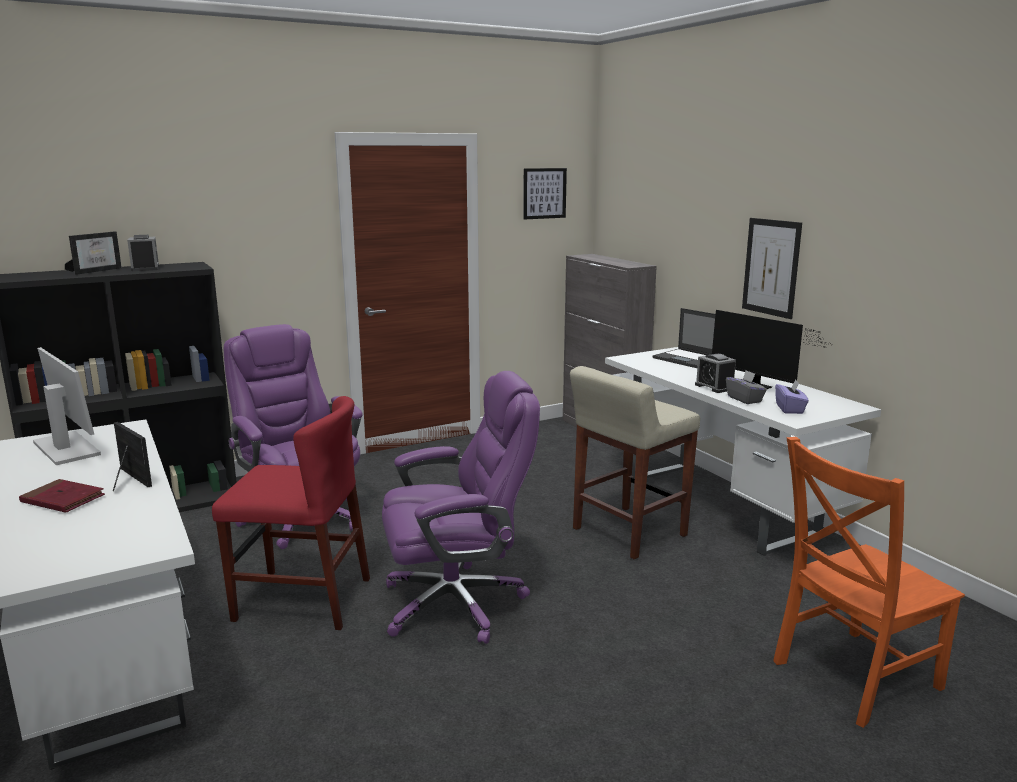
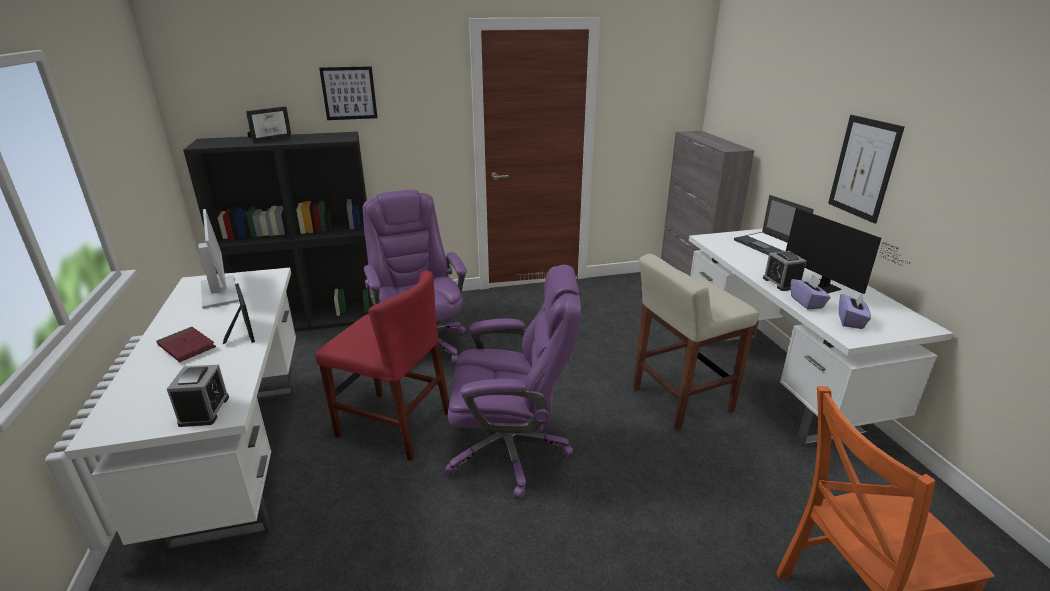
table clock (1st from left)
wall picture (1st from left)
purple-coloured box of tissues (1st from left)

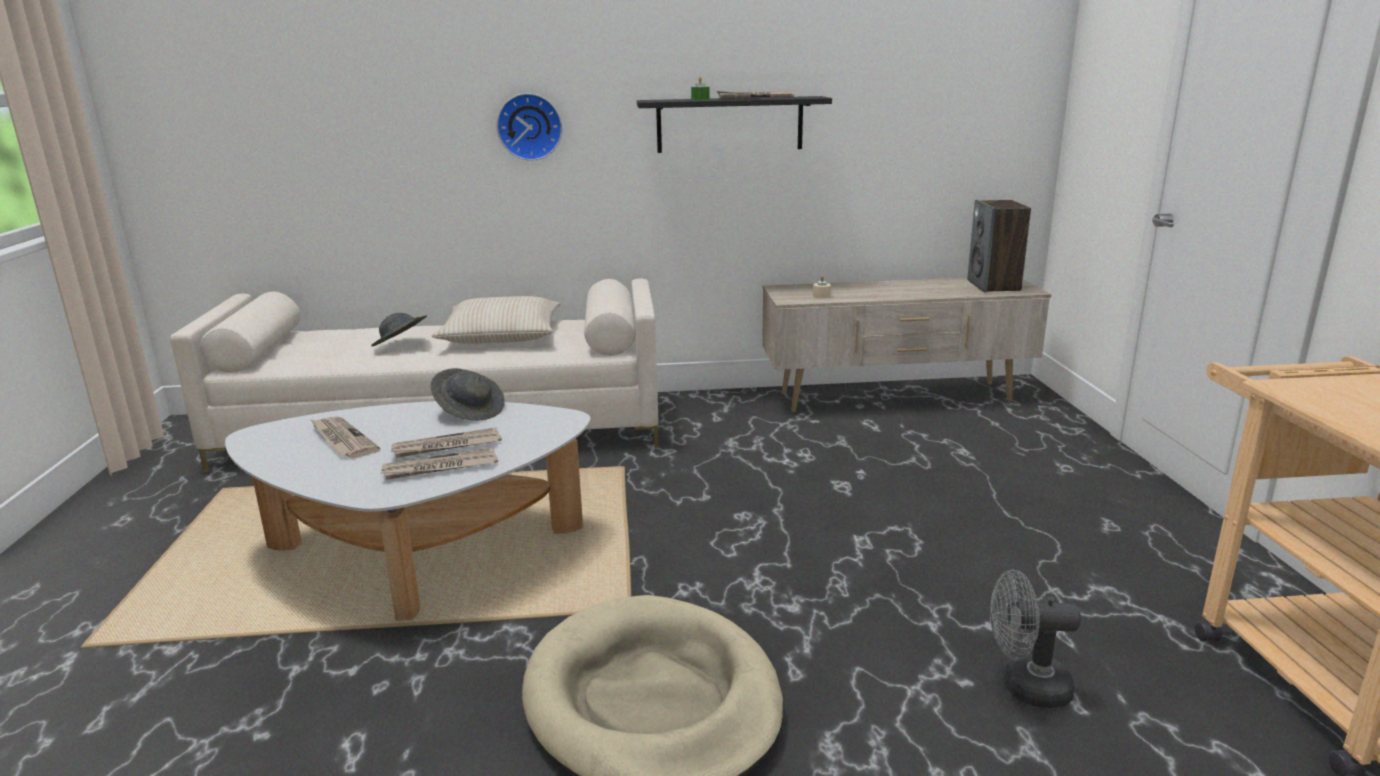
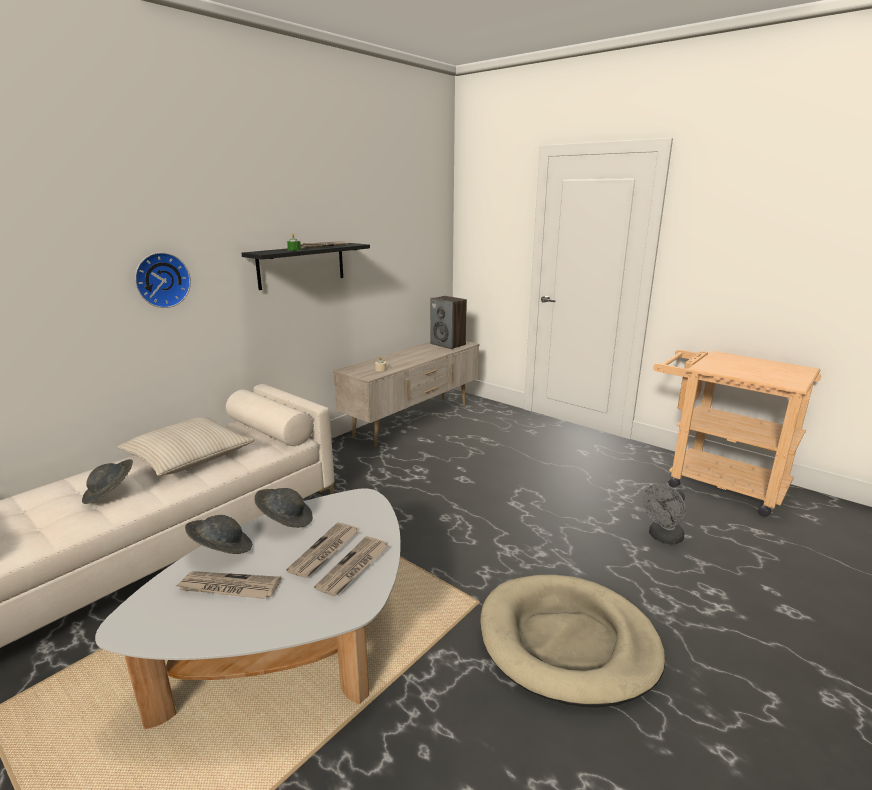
grey hat (2nd from left)

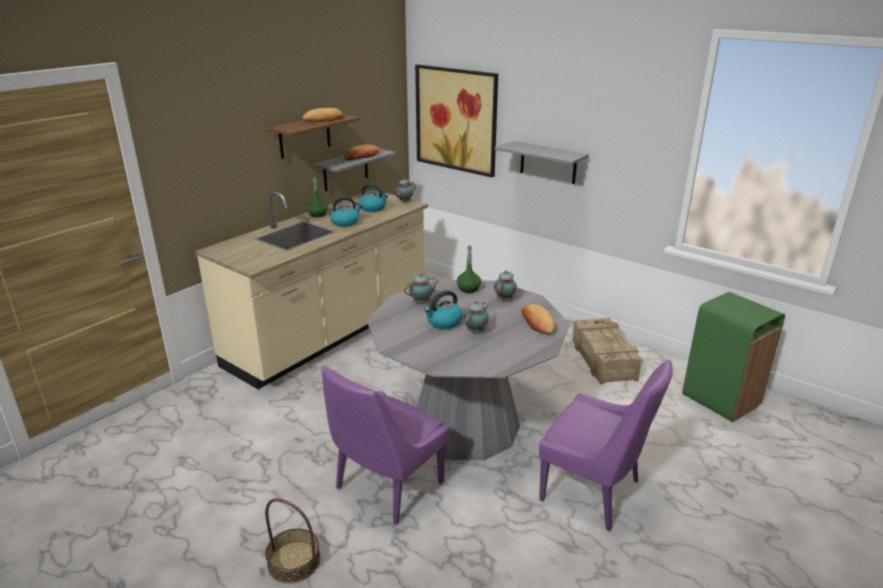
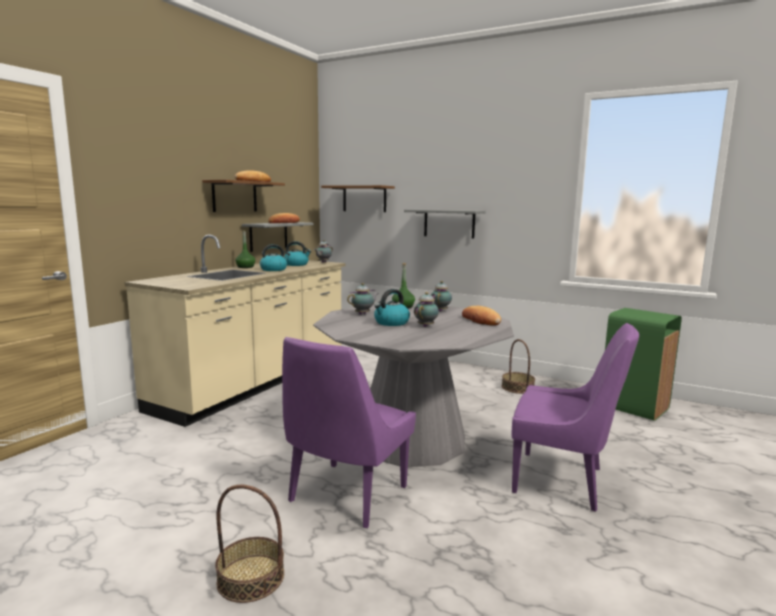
brown-coloured wall shelf (2nd from left)
household basket (2nd from left)

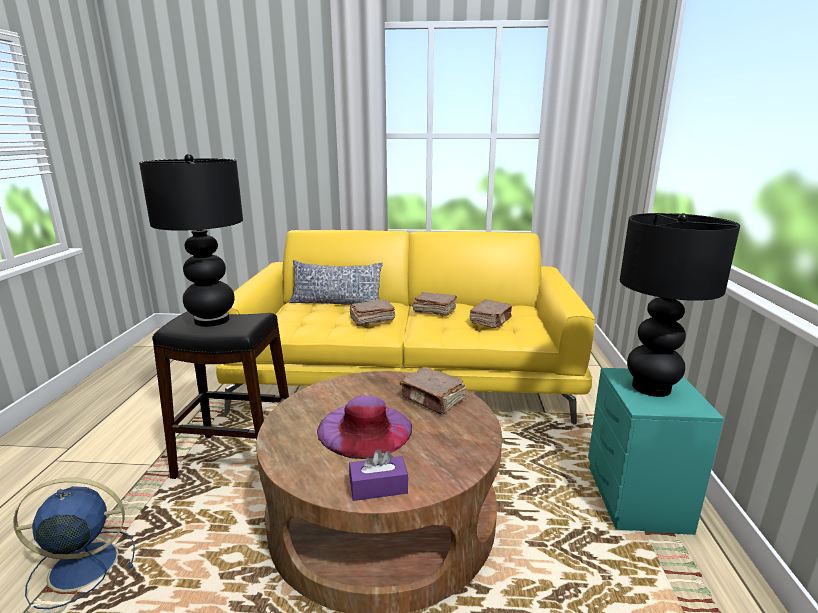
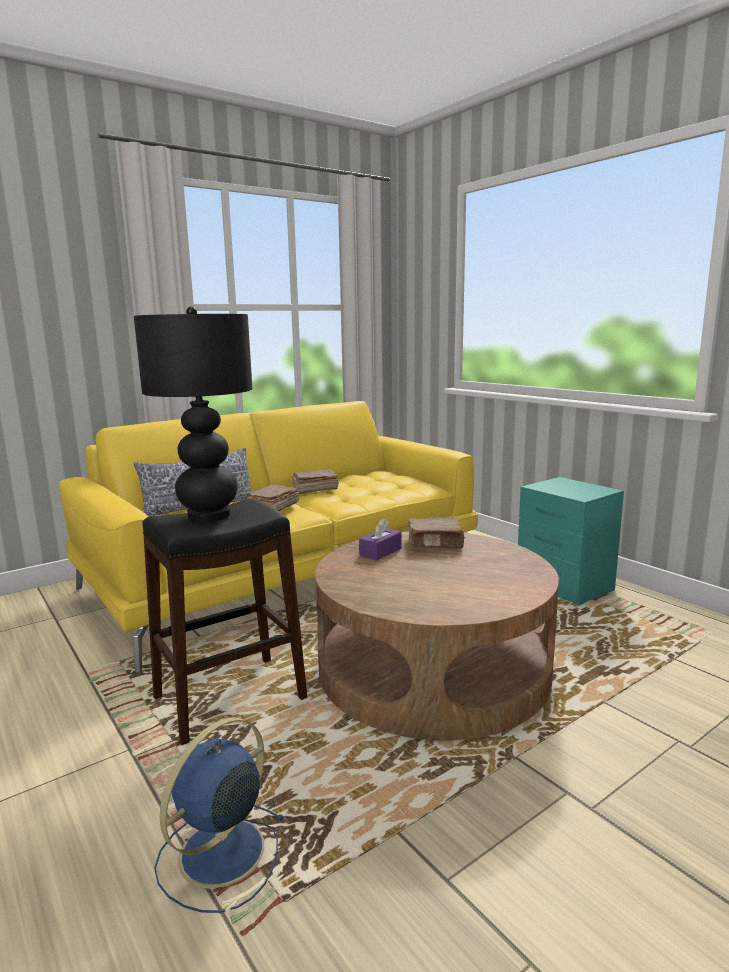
purple-coloured box of tissues
purple-coloured hat
brown-coloured volume (4th from left in the first image)
blackish tabletop lamp (2nd from left in the first image)

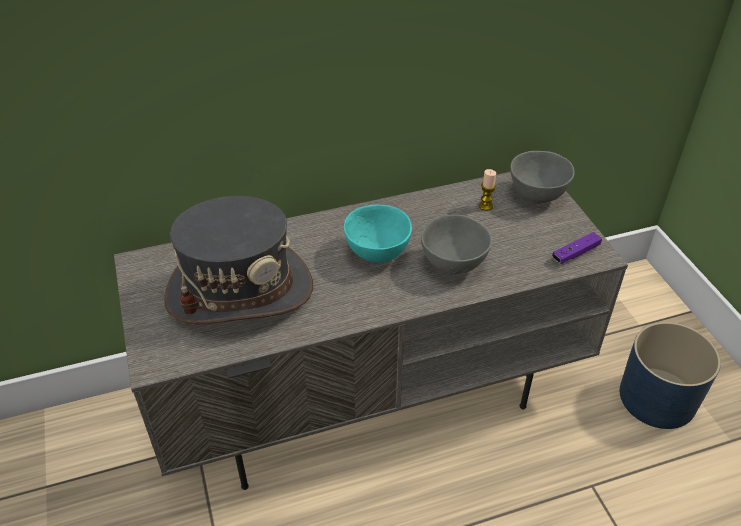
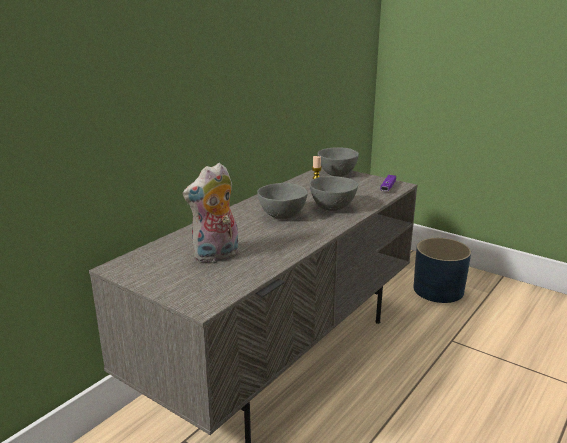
plush toy
grey deep dish (1st from left)

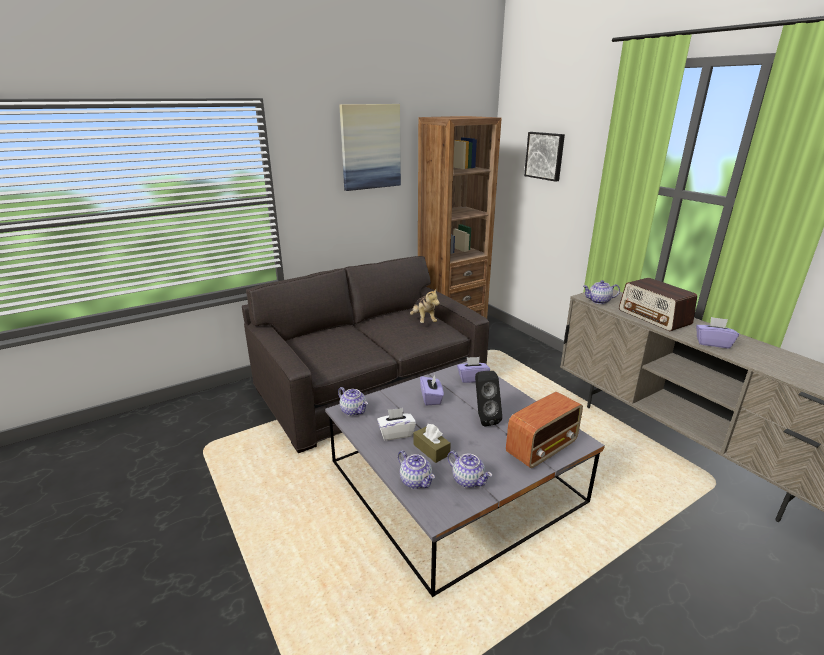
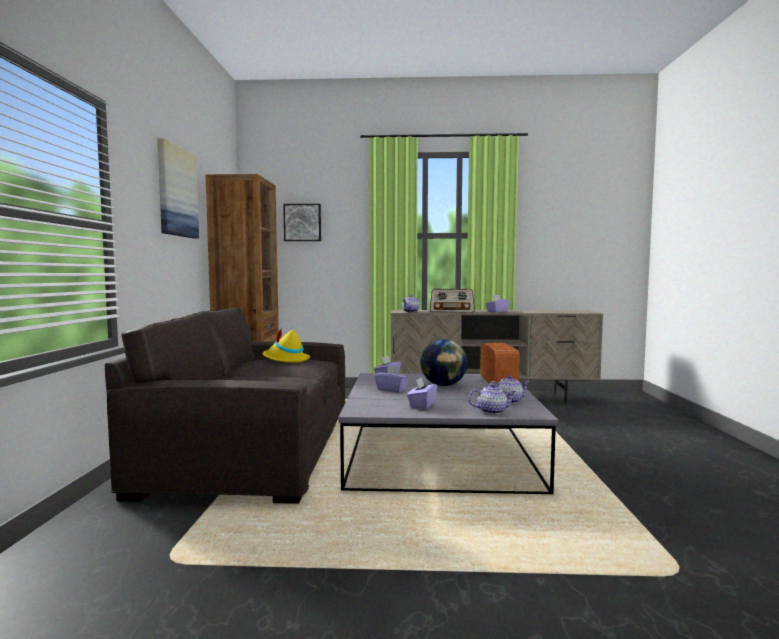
yellow-coloured hat
purple-coloured box of tissues (3rd from left)
globe
pot for tea (1st from left in the first image)
brown-coloured box of tissues

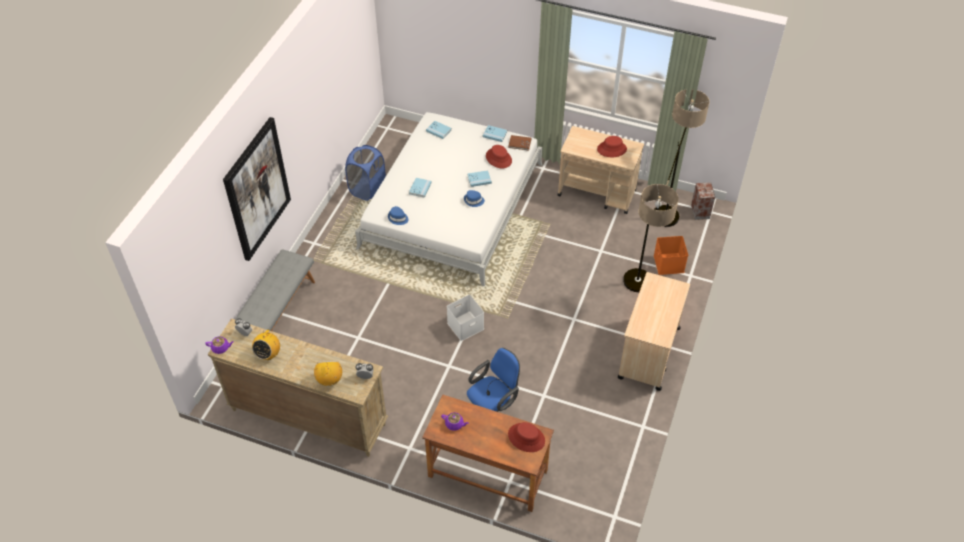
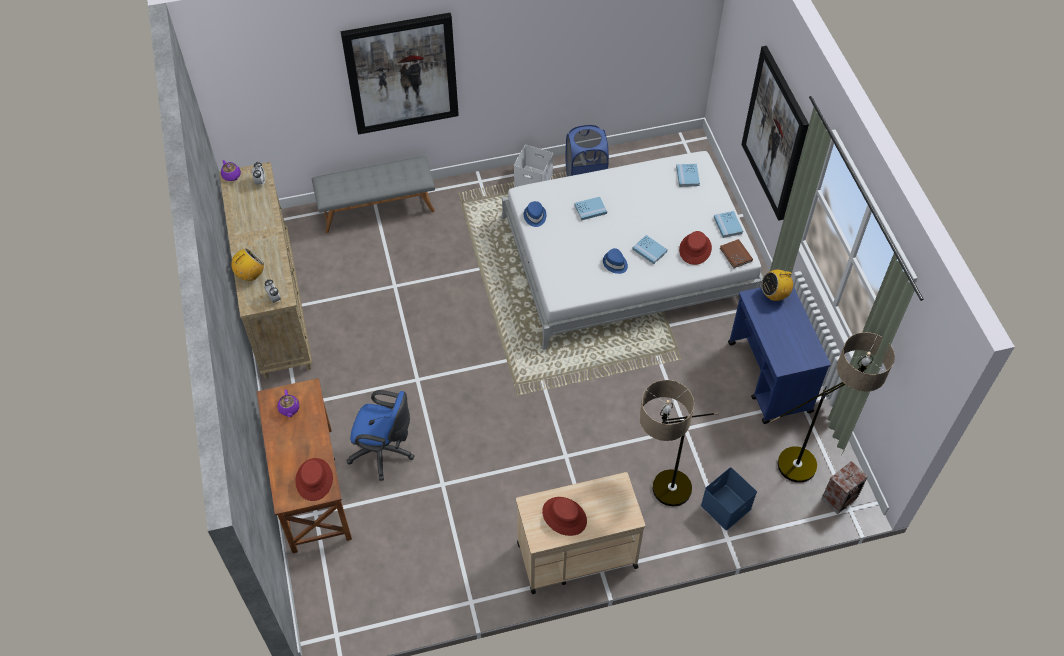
white storage container
reddish hat (2nd from left)
bluish storage container
bluish wheeled cart
wall picture (2nd from left)
radio (2nd from left)

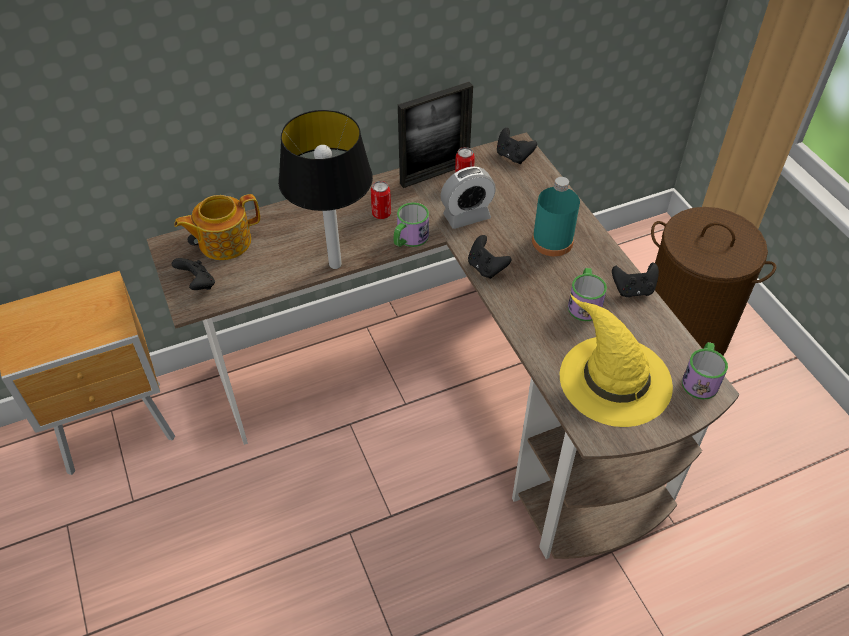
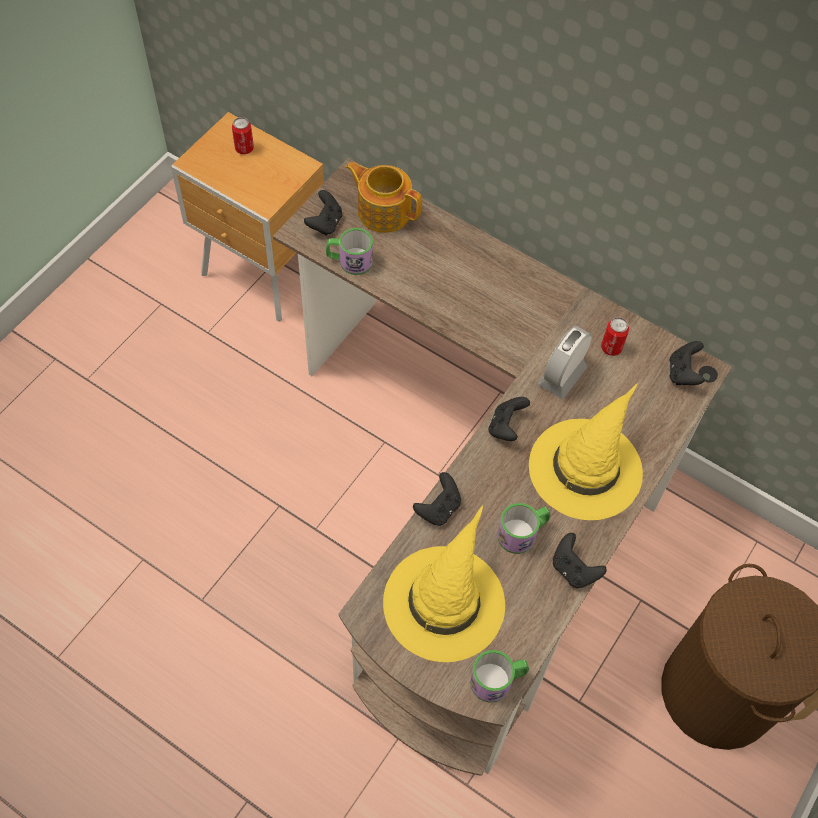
sealed can (1st from left)
mug (1st from left)
blackish joypad (2nd from left)
yellow-coloured hat (2nd from left)
table clock
tabletop lamp
photo frame

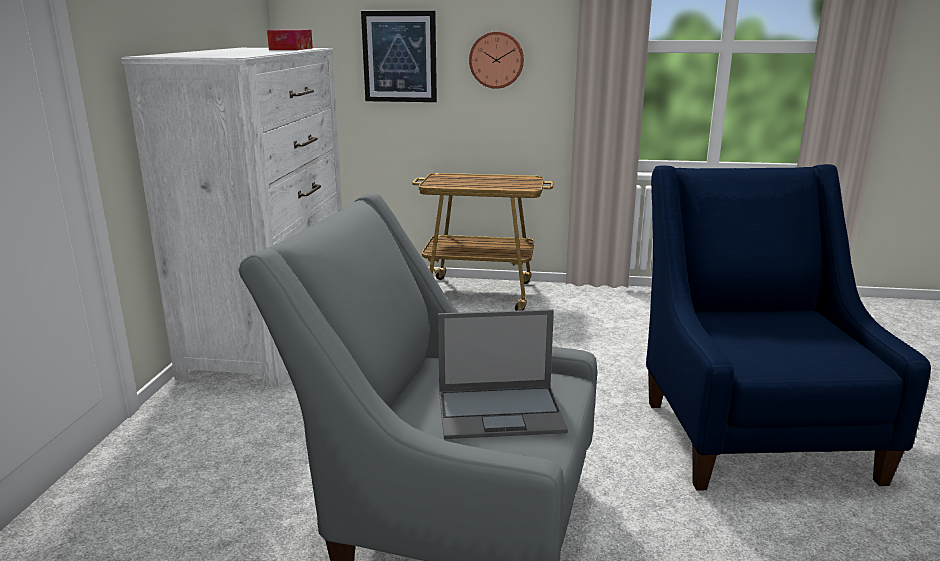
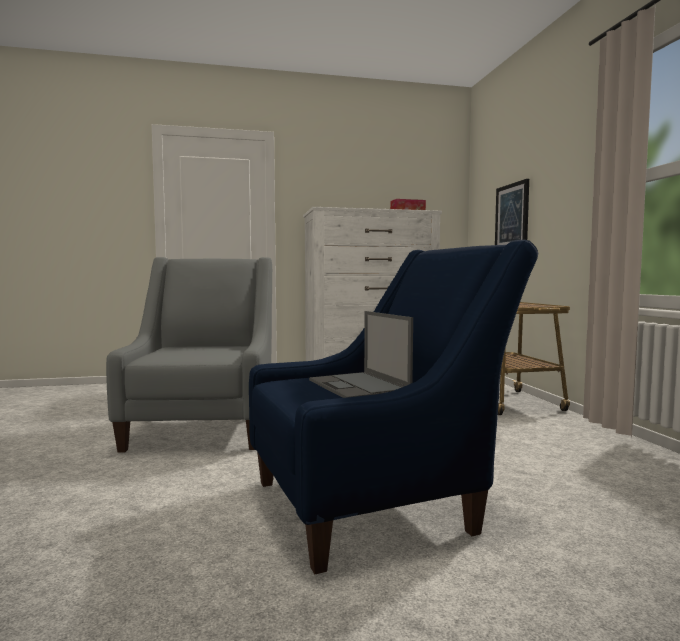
notebook computer
wall clock

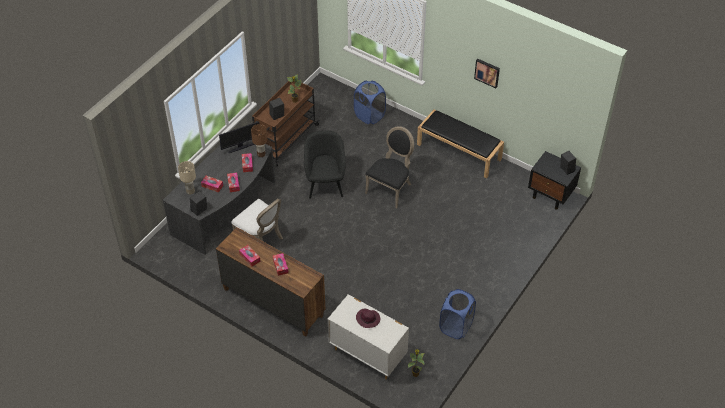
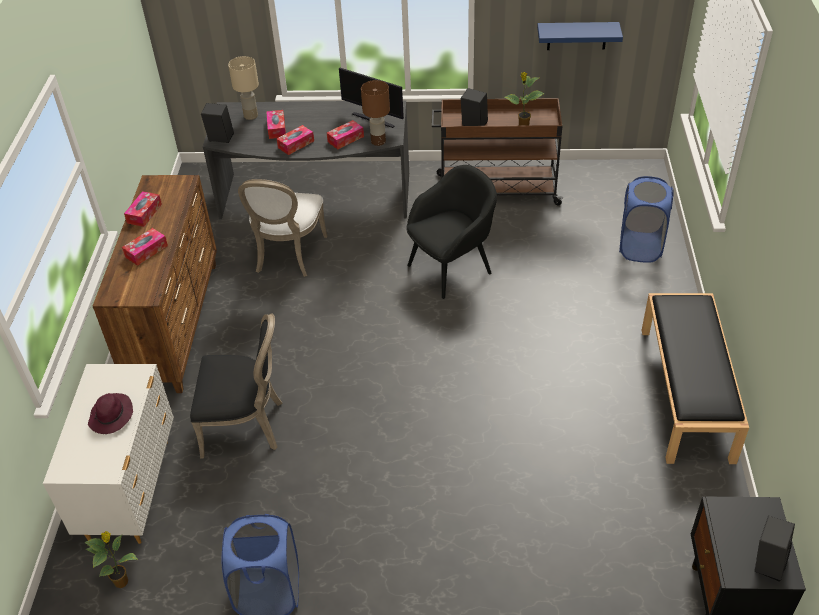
blackish upright chair
bluish wall shelf
wall picture

